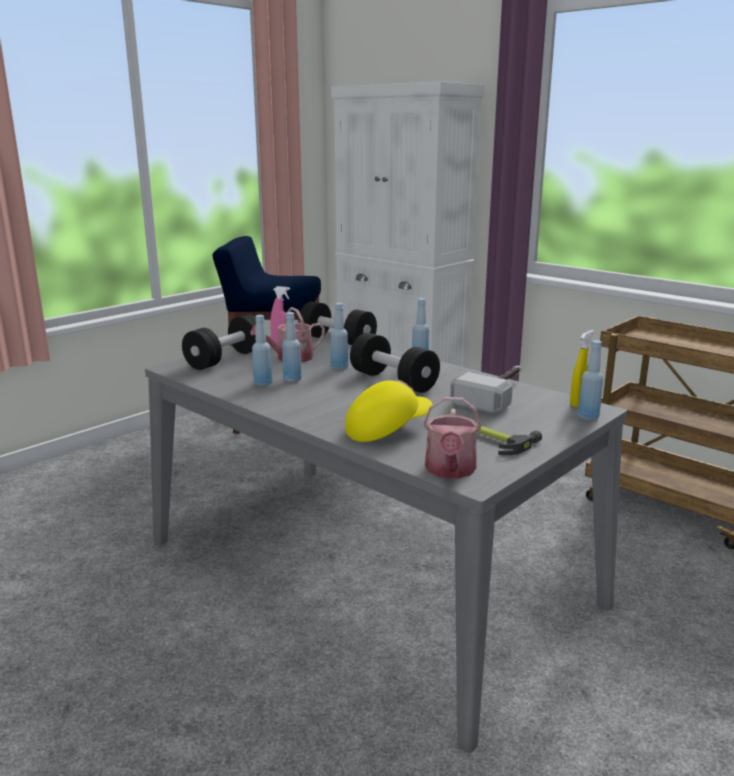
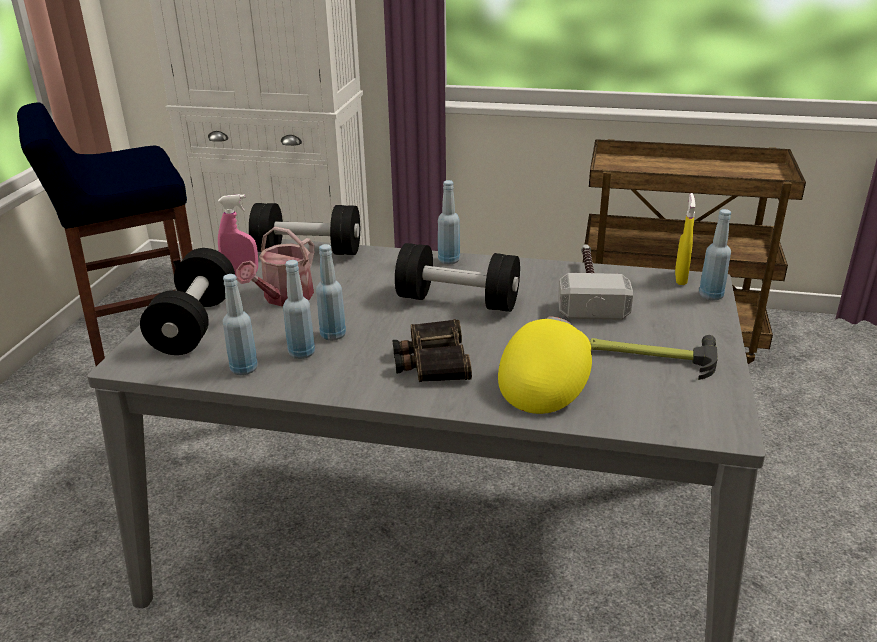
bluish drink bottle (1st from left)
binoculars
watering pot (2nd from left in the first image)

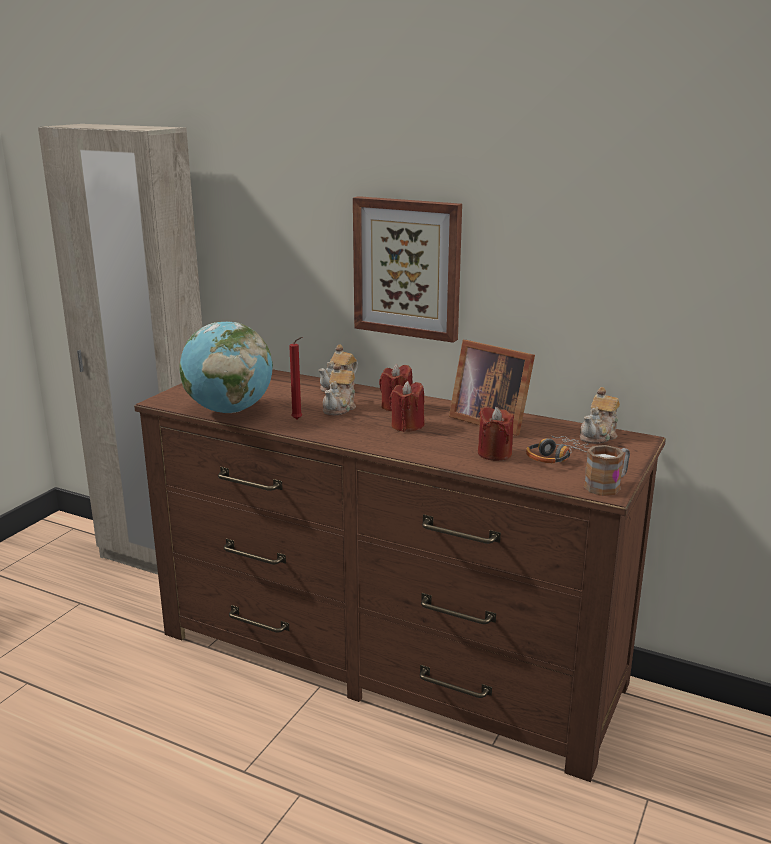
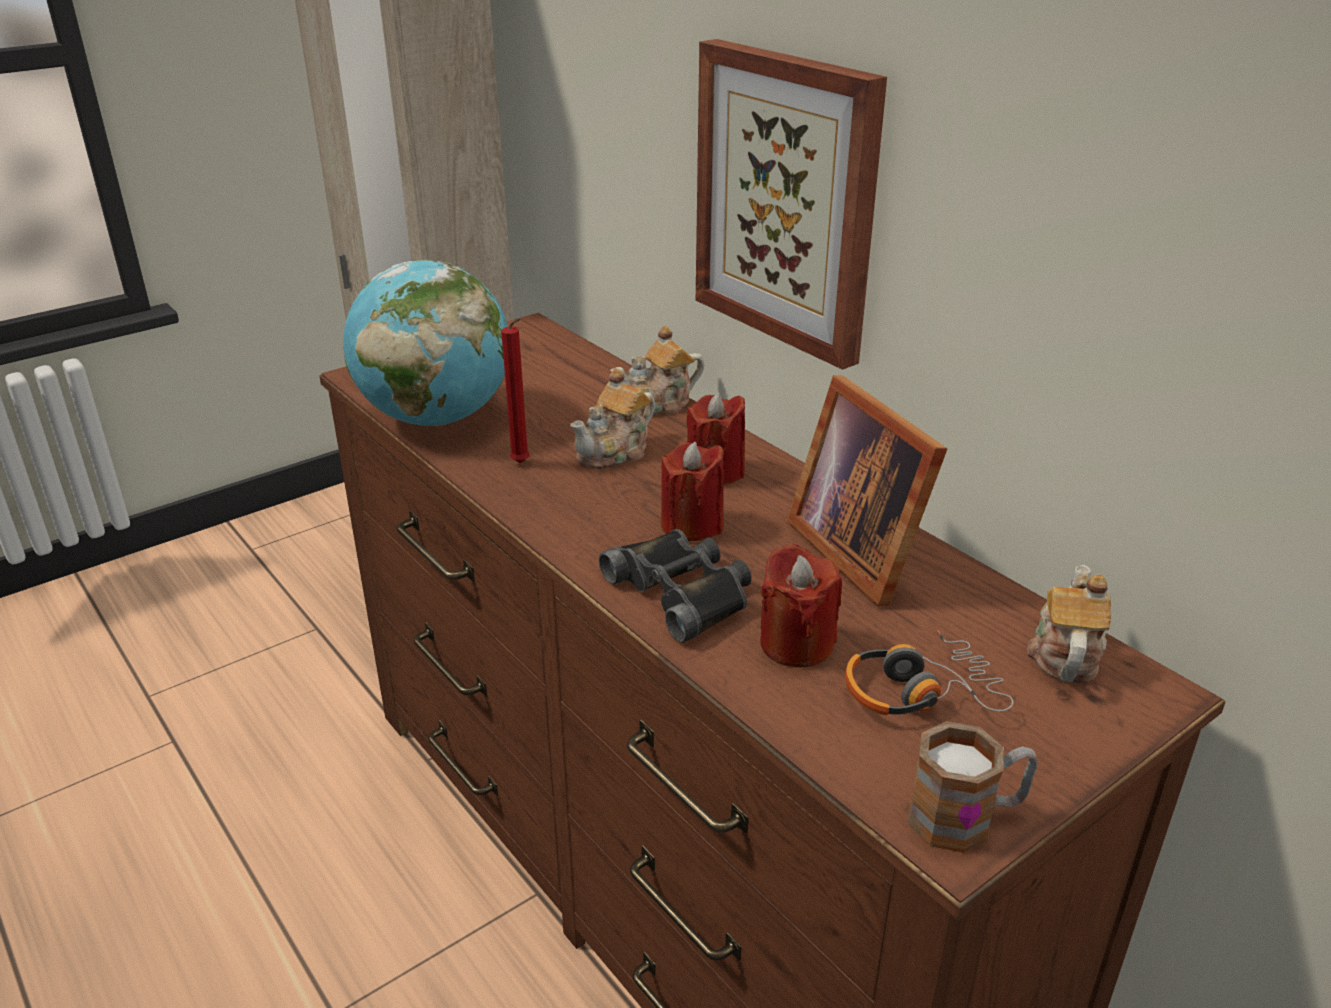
blackish binoculars
pot for tea (3rd from left)

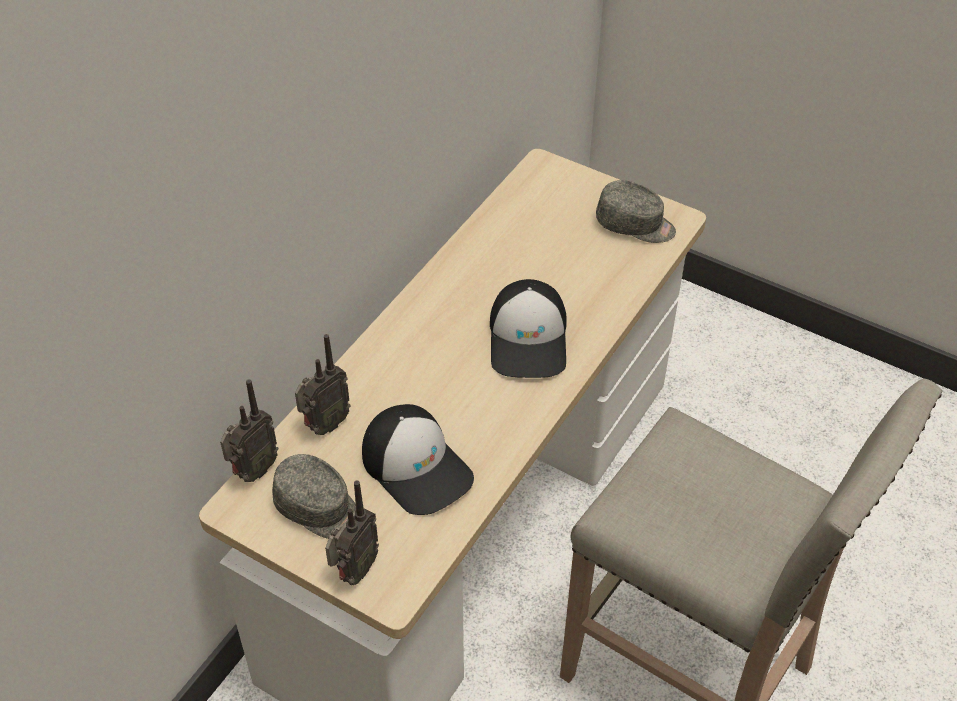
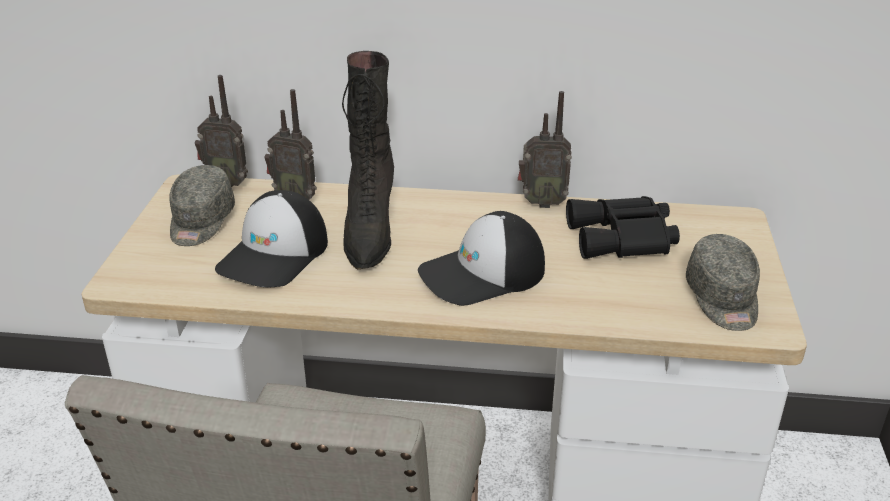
blackish high-top boot
radio (3rd from left)
blackish binoculars

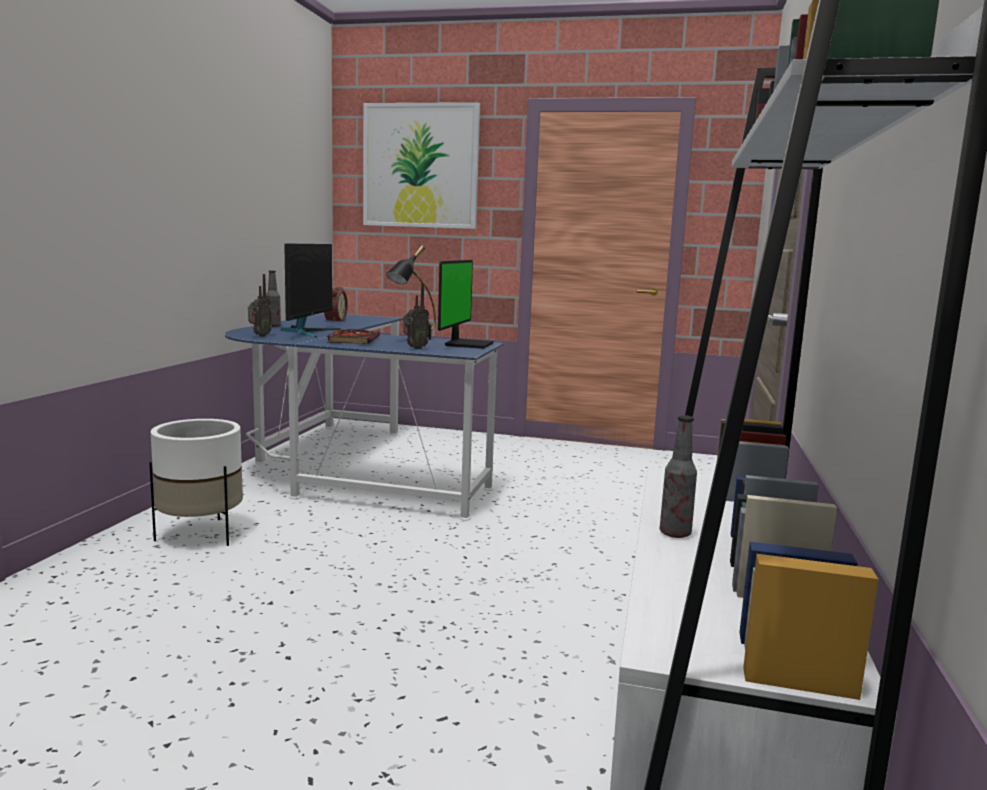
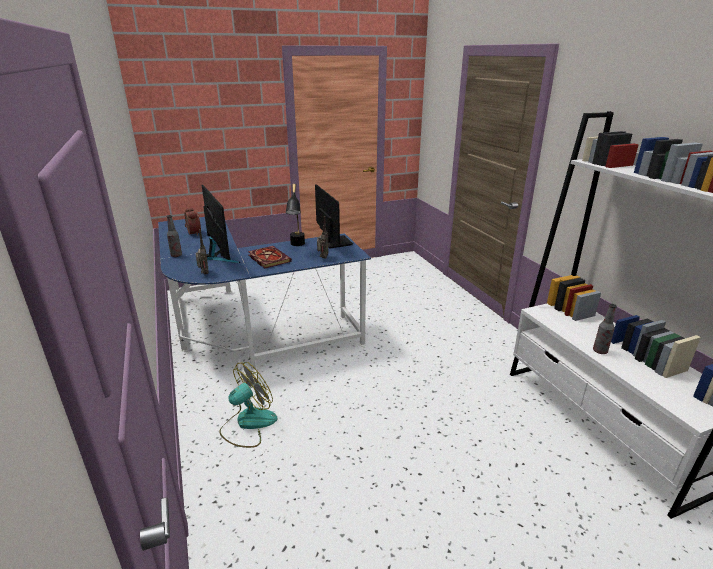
fan
wall picture

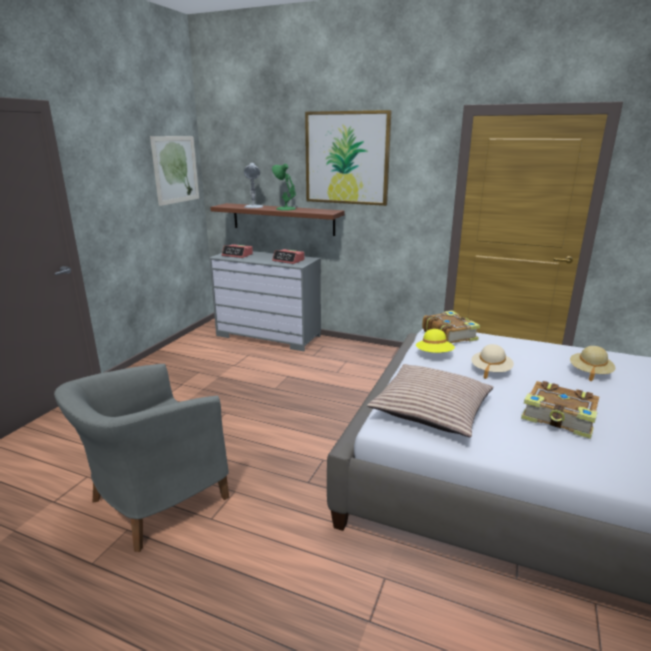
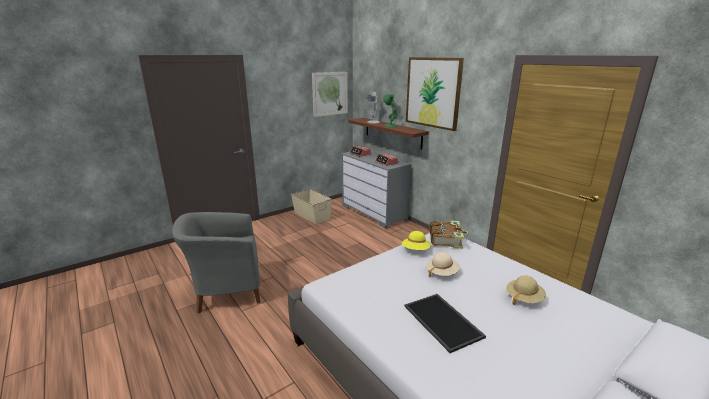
sand-coloured storage container
tray
throw pillow

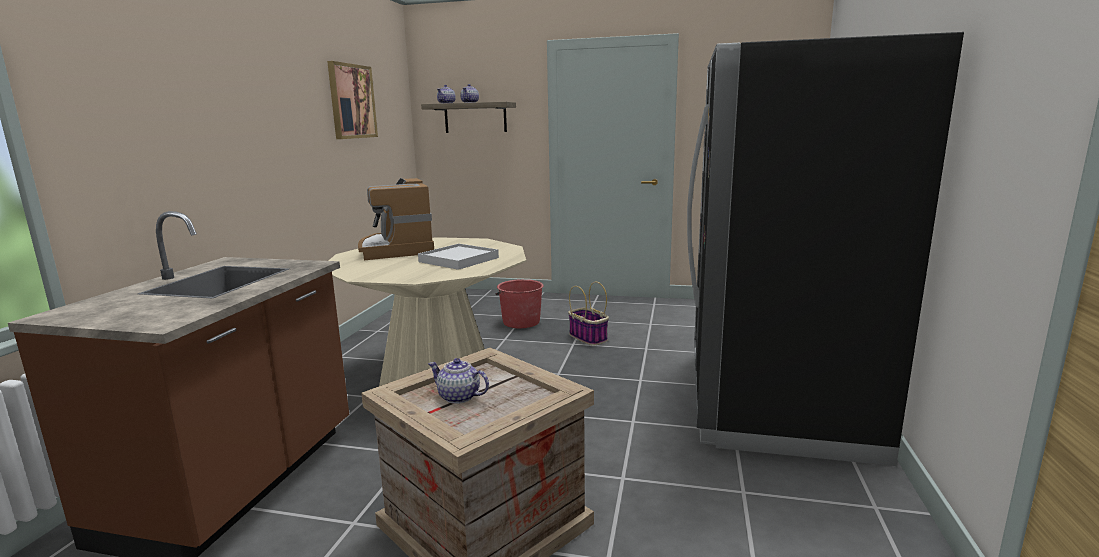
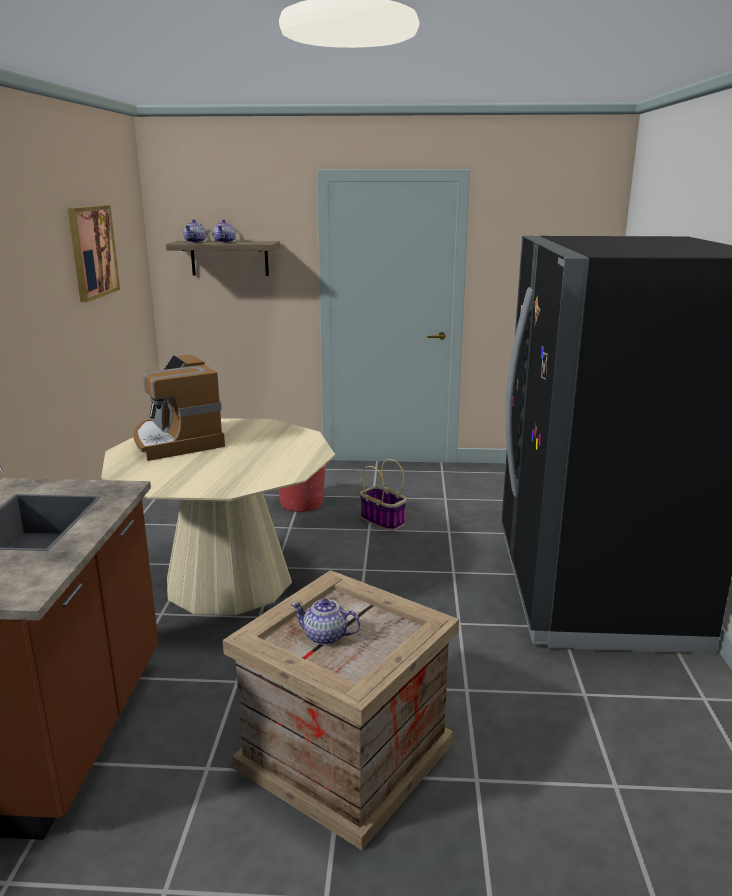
white tray

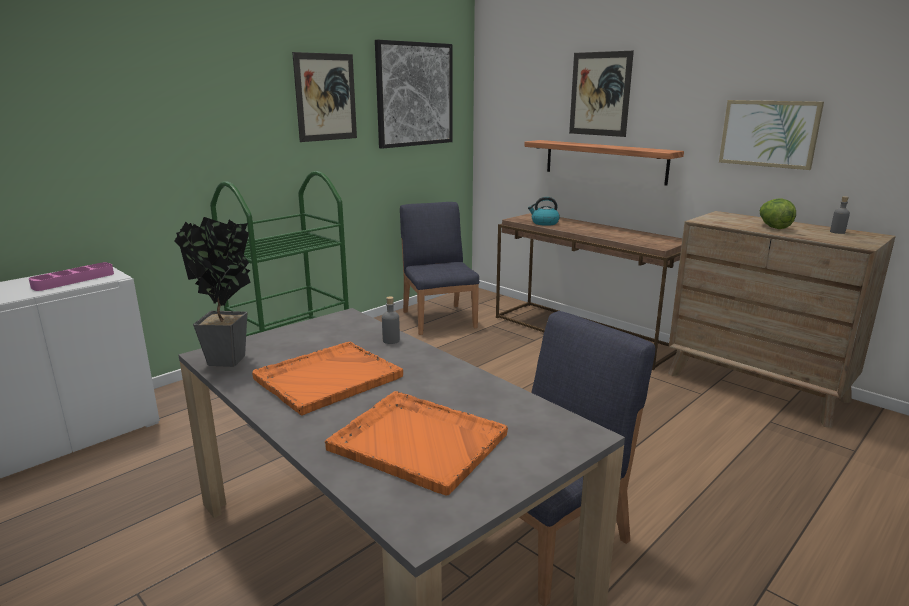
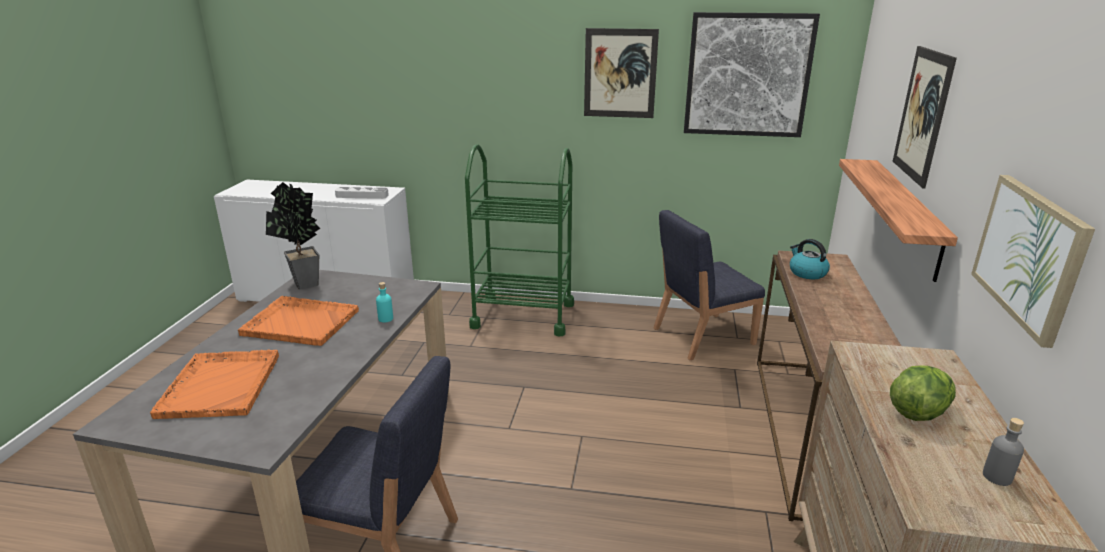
grey tray
turquoise-coloured drink bottle
bluish upright chair (2nd from left)

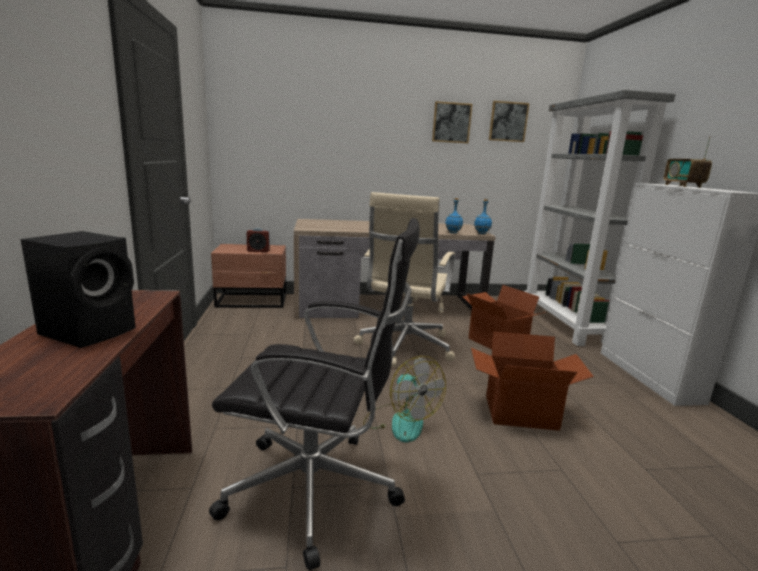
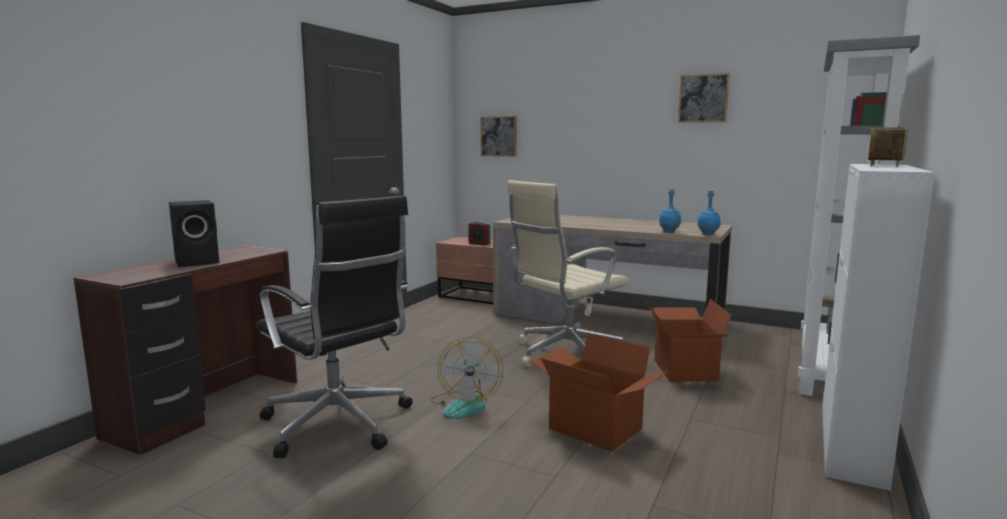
wall picture (1st from left)

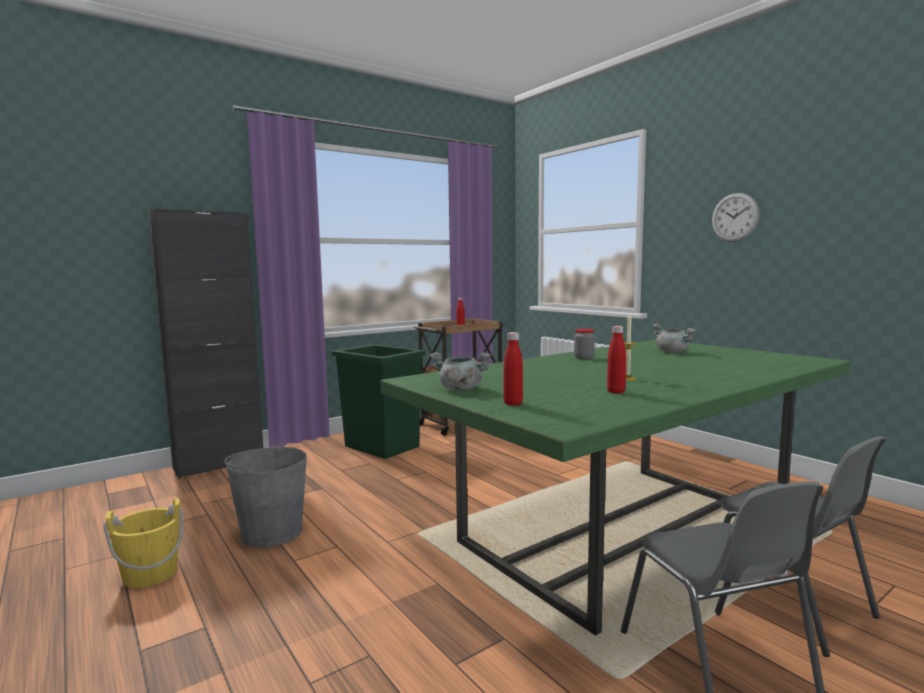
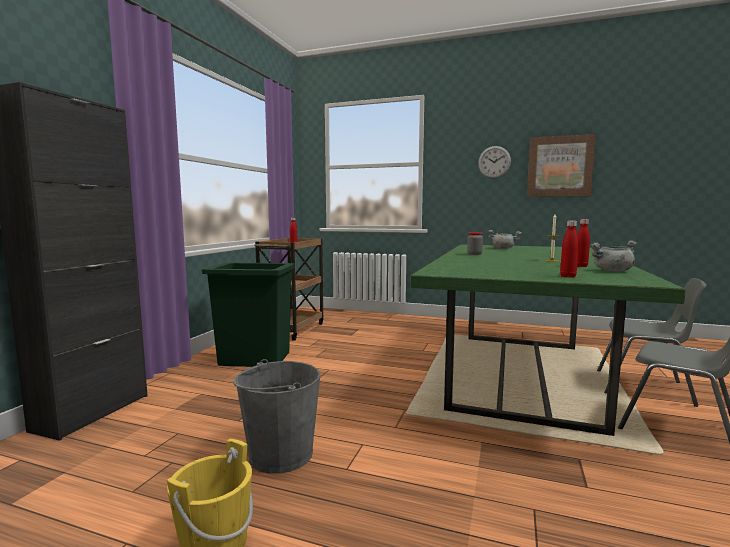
wall picture
grey stockpot (2nd from left)

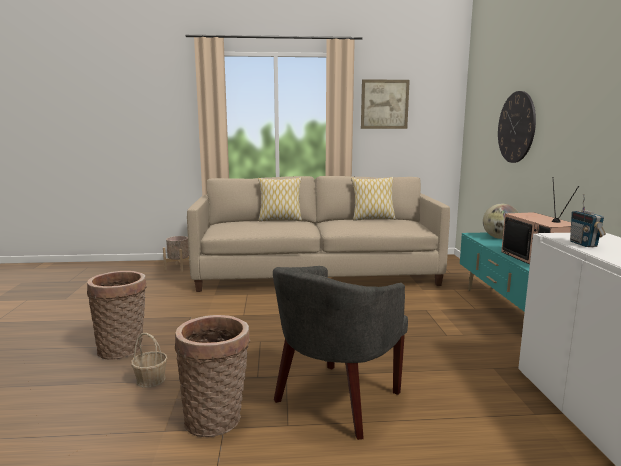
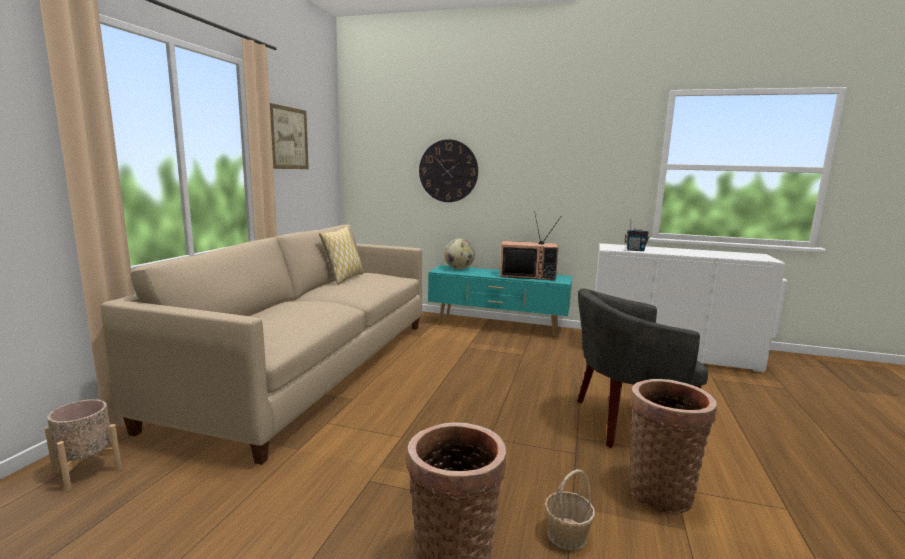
grey lounge chair
throw pillow (1st from left in the first image)

